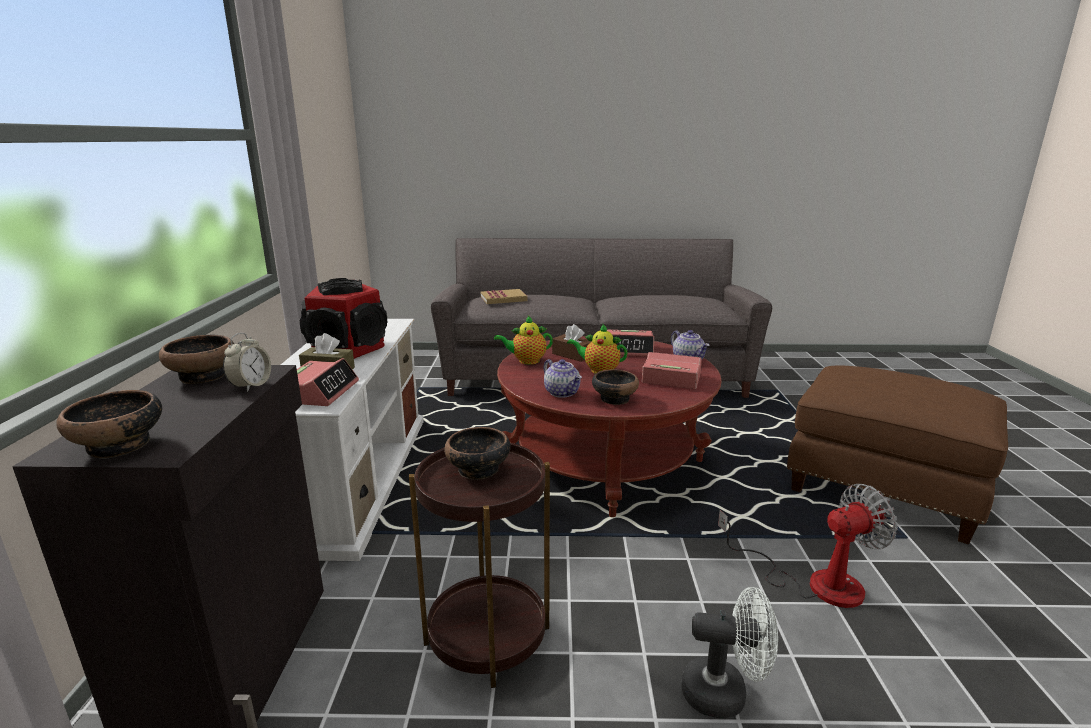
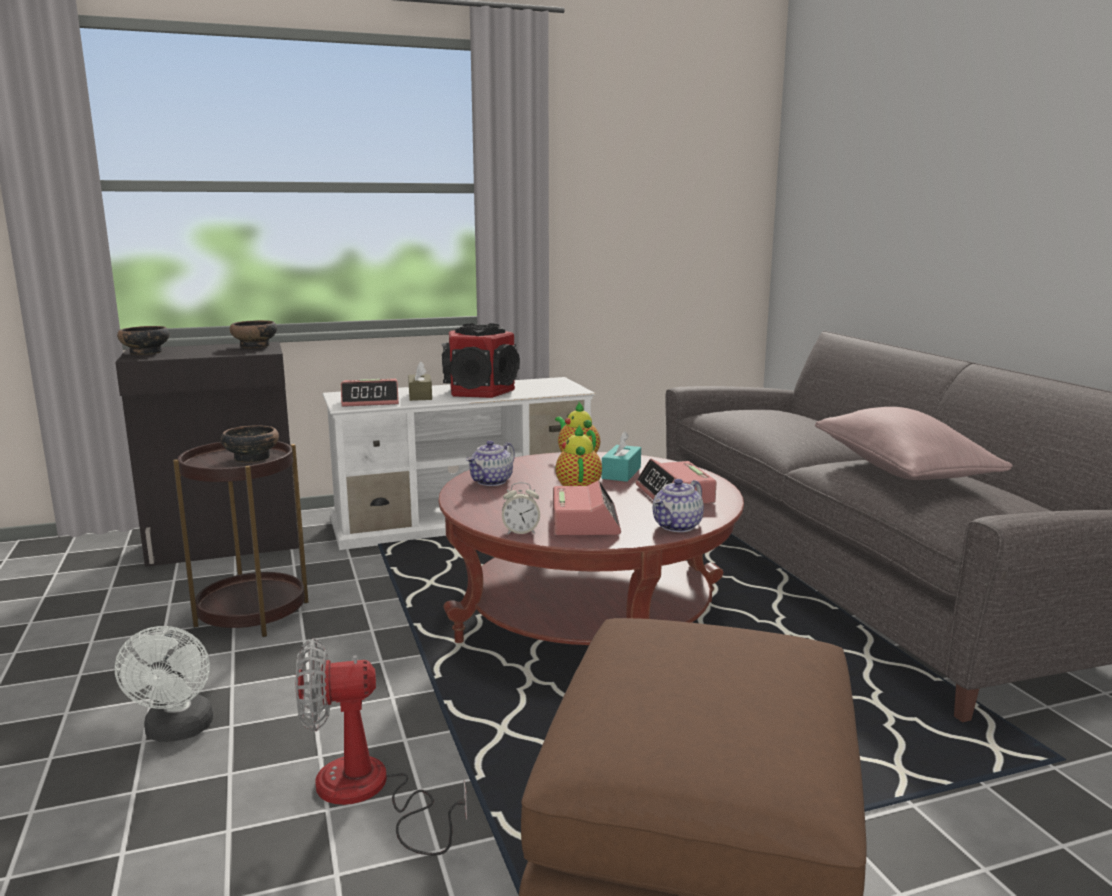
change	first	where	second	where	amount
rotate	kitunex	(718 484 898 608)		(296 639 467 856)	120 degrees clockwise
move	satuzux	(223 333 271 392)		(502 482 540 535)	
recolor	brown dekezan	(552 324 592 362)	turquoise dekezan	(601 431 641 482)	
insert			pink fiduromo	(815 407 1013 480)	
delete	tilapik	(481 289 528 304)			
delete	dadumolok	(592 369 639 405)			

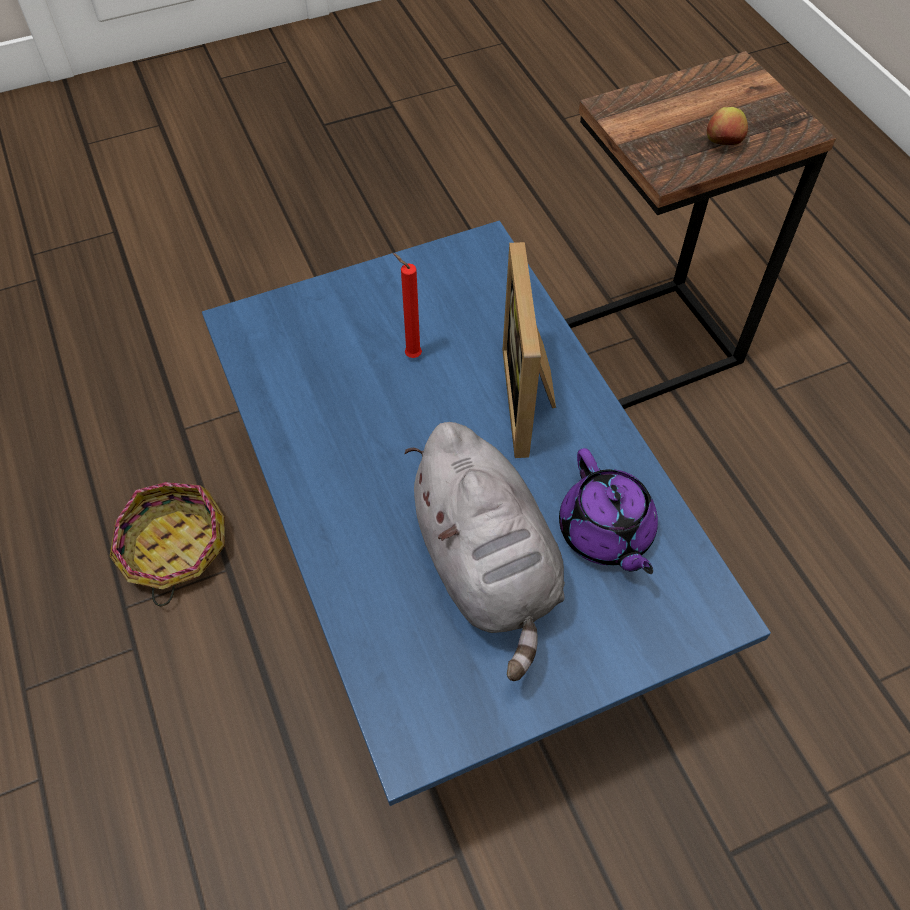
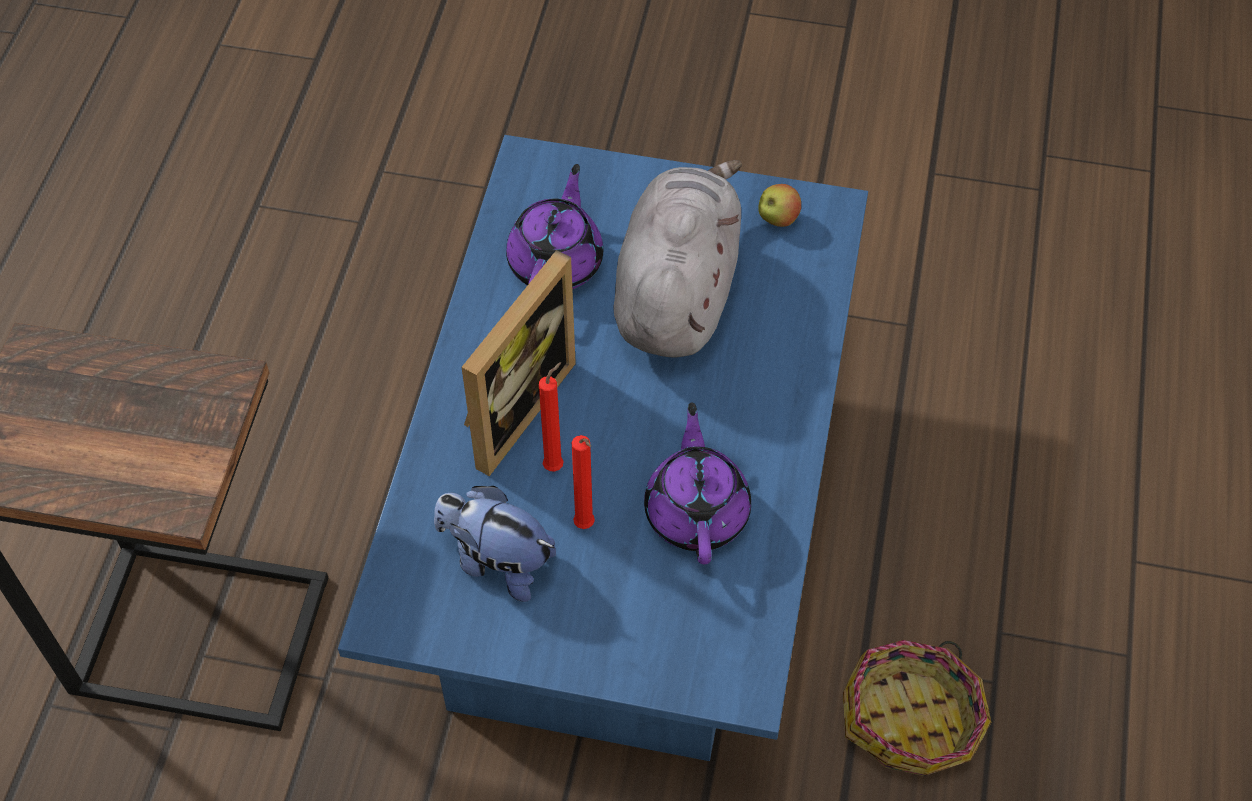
change	first	where	second	where	amount
insert			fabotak	(434 486 556 602)	
insert			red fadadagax	(539 362 564 472)	
insert			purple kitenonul	(644 402 751 564)	
move	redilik	(707 107 748 145)		(758 184 801 227)	

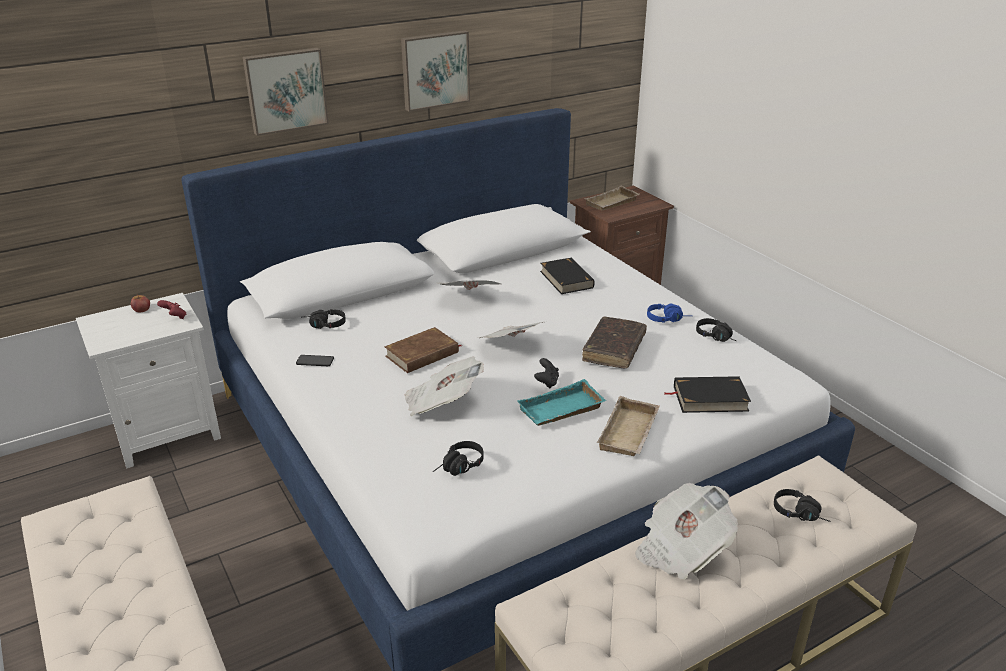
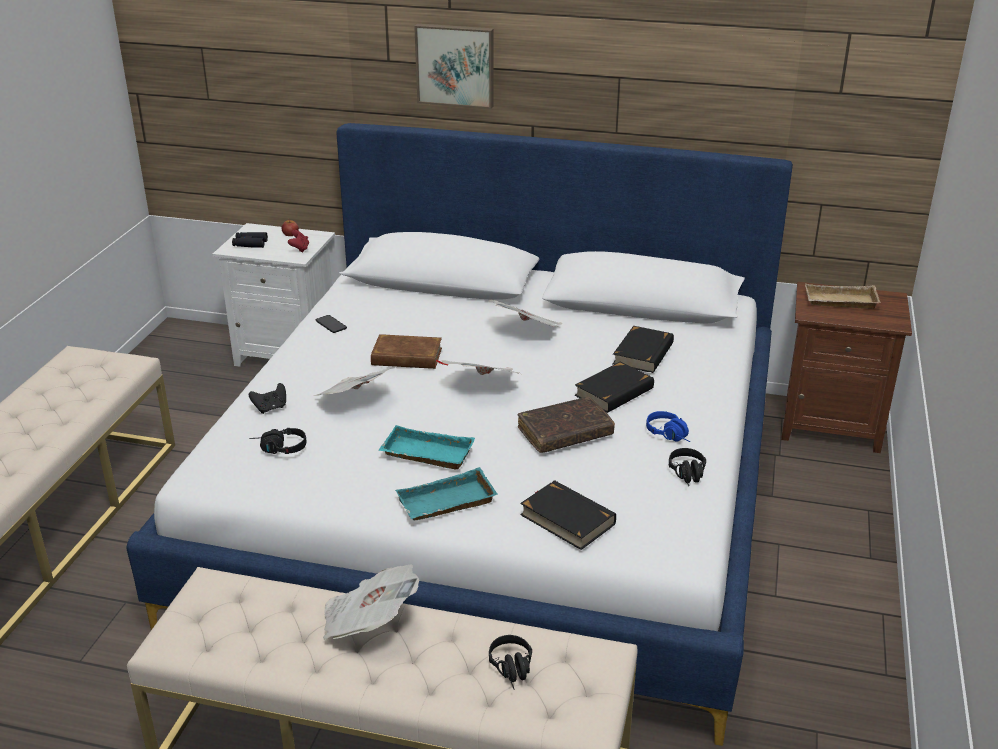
change	first	where	second	where	amount
insert			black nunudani	(232 232 268 248)	
move	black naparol	(534 358 559 388)		(249 383 286 414)	
recolor	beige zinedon	(597 396 660 456)	turquoise zinedon	(395 467 497 521)	
insert			black tilapik	(574 361 654 413)	
delete	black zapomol	(306 309 346 329)			
delete	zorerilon	(401 30 470 112)			

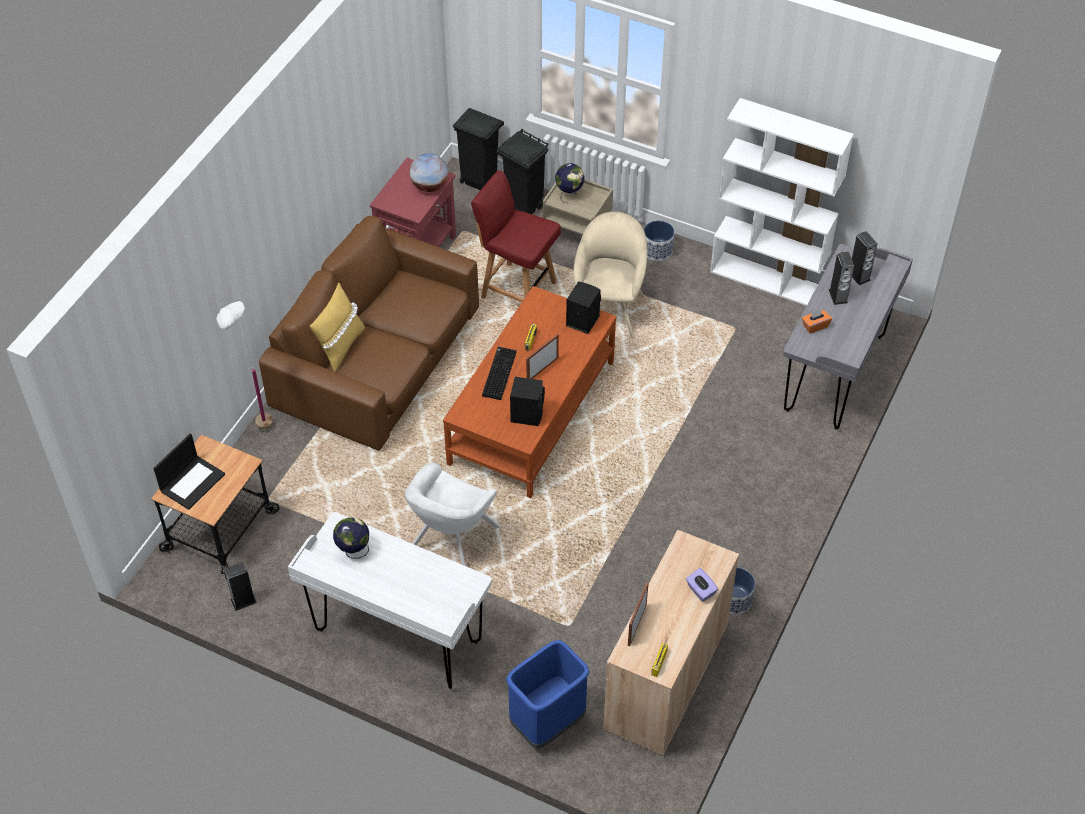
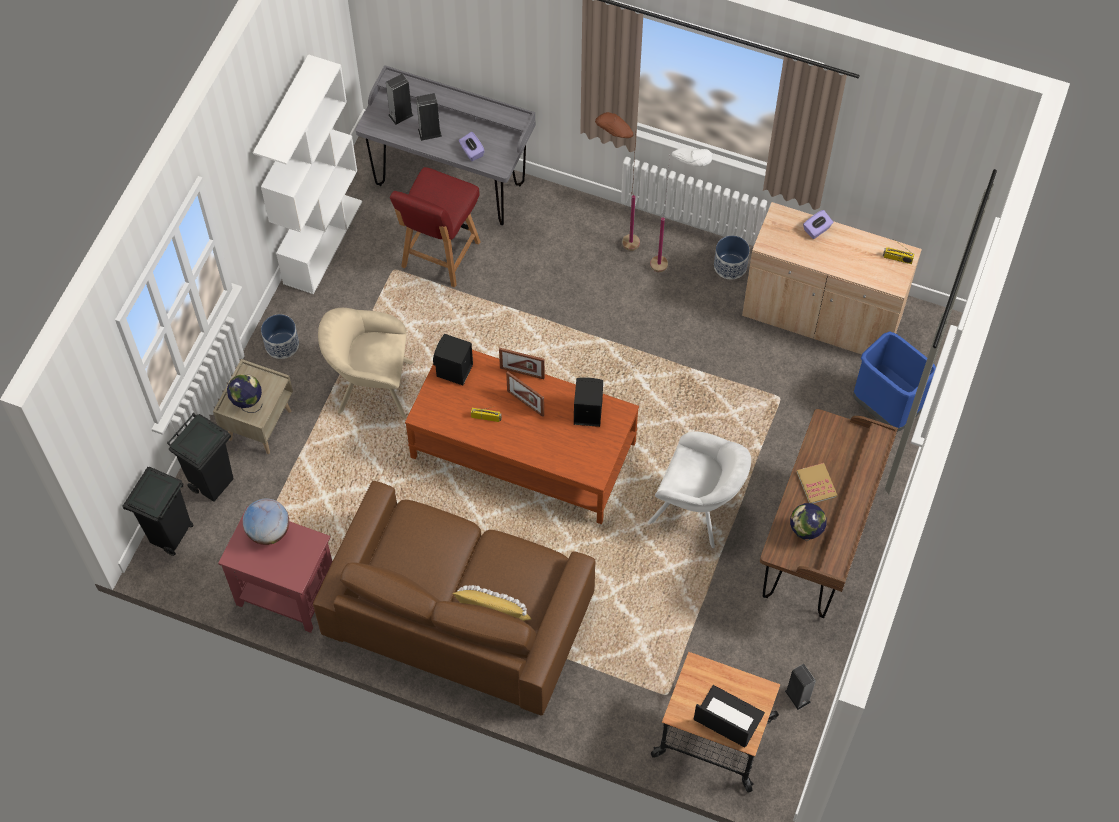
change	first	where	second	where	amount
move	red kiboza	(471 170 561 302)		(390 167 481 288)	
recolor	orange dekezan	(802 309 832 333)	purple dekezan	(459 132 485 161)	
move	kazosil	(628 582 649 646)		(499 348 545 379)	
insert			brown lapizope	(595 112 640 251)	
move	white lapizope	(216 301 273 429)		(650 147 712 272)	
recolor	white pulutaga	(288 512 492 689)	brown pulutaga	(760 409 898 618)	
insert			tilapik	(797 463 838 504)	
delete	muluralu	(482 347 517 400)			

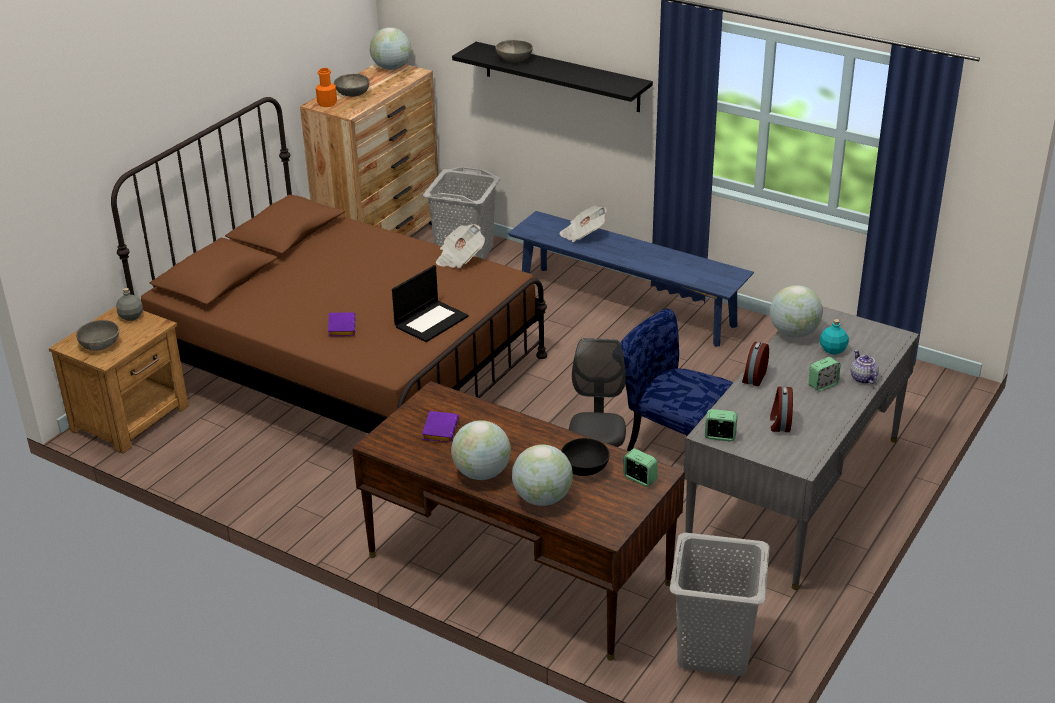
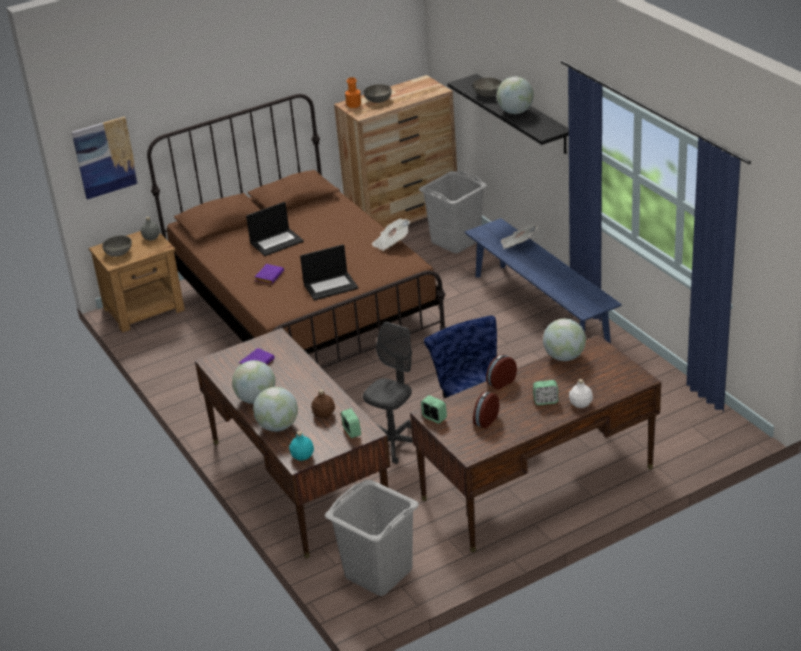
change	first	where	second	where	amount
insert			zorerilon	(72 116 138 199)	
insert			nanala	(246 202 304 256)	
move	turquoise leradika	(820 319 849 354)		(289 431 314 461)	
replace	black dadumolok	(561 438 610 476)	brown leradika	(311 389 335 418)	
recolor	grey pulutaga	(684 306 919 590)	brown pulutaga	(410 335 661 552)	
move	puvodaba	(370 27 411 70)		(497 77 534 114)	
replace	kitenonul	(850 350 879 384)	white leradika	(569 379 593 408)	

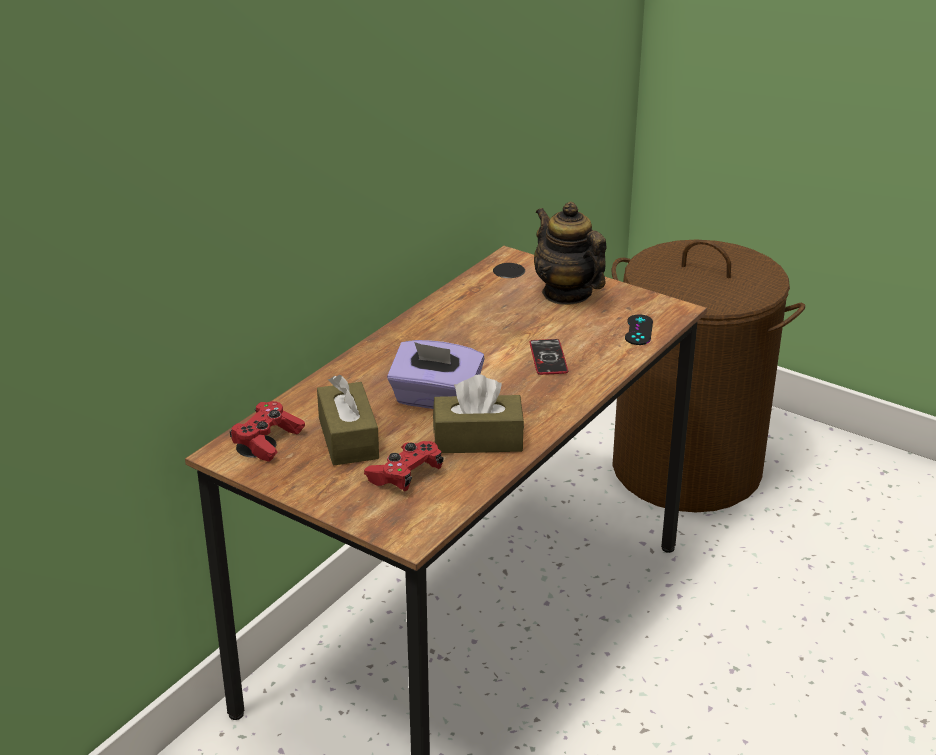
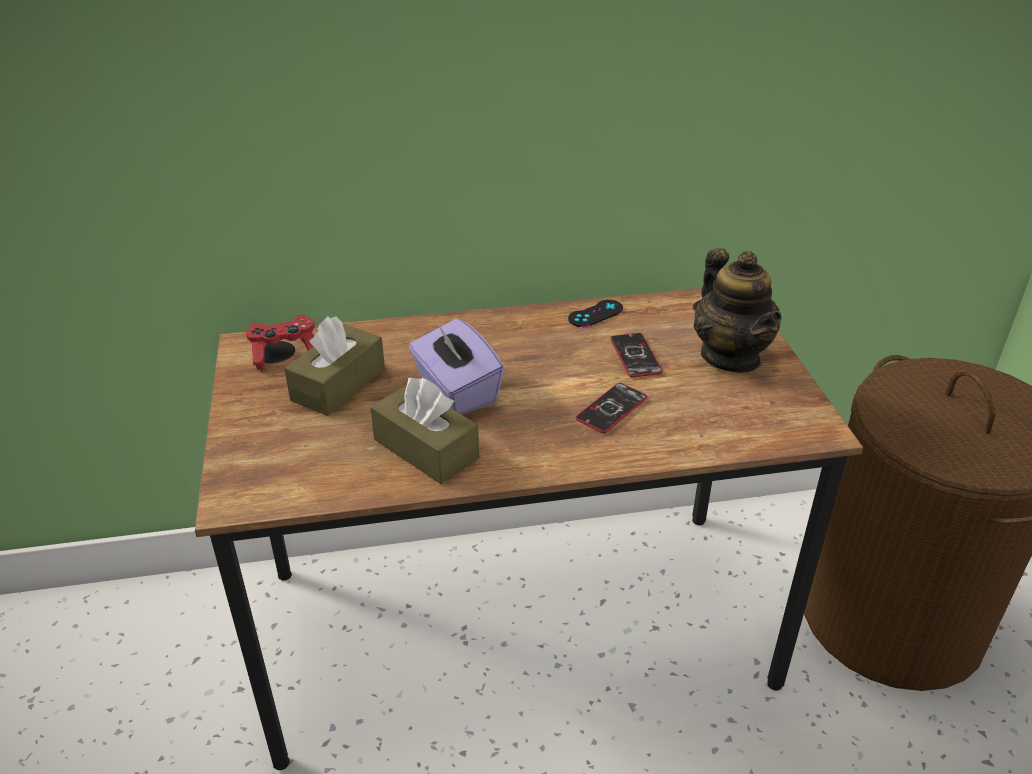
change	first	where	second	where	amount
move	black naparol	(625 314 653 345)		(568 300 623 327)	
insert			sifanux	(610 333 662 377)	
rotate	kitenonul	(534 202 607 305)		(694 248 782 373)	150 degrees clockwise
delete	red naparol	(364 441 443 492)			

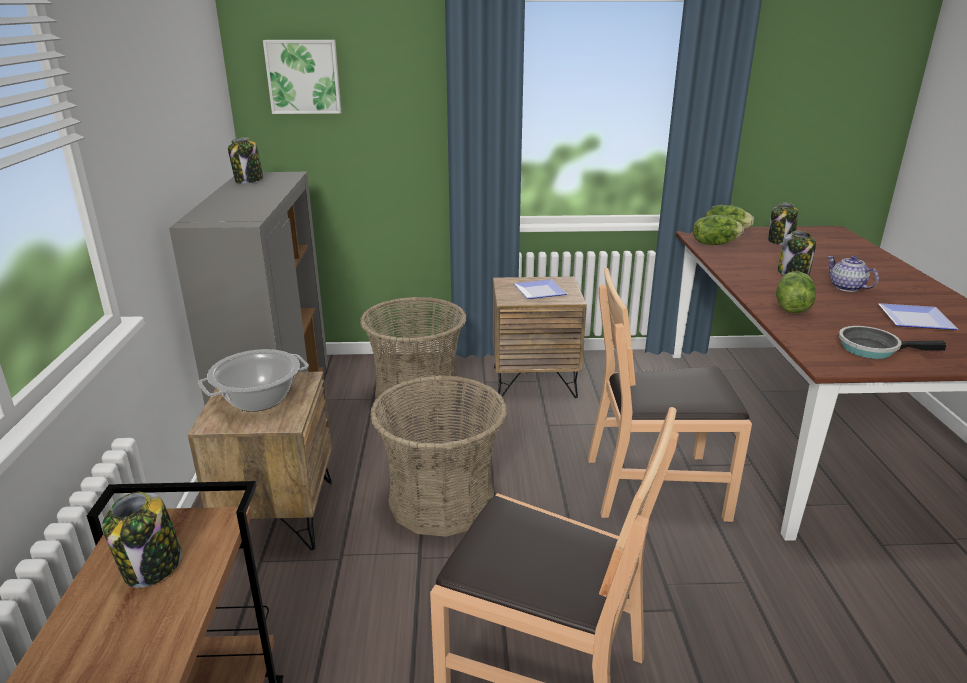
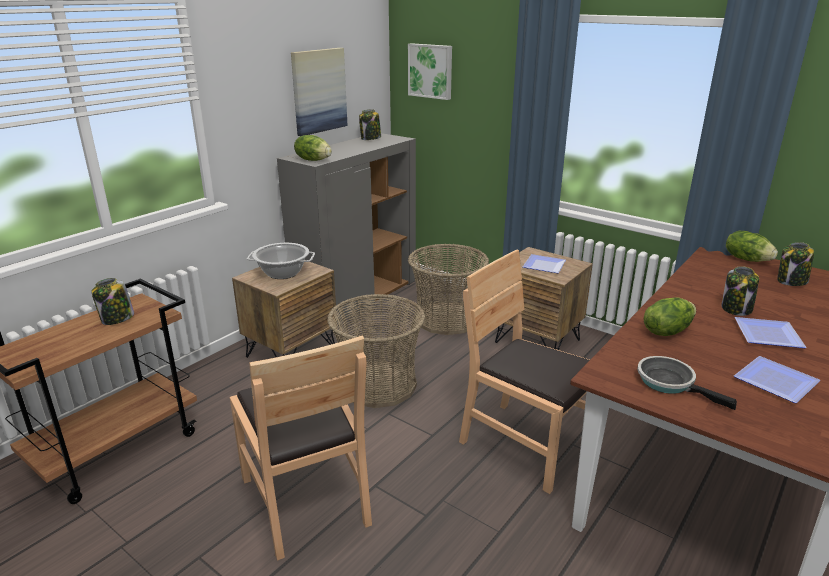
change	first	where	second	where	amount
insert			zorerilon	(291 48 347 136)	
move	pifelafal	(693 215 744 245)		(294 135 332 161)	
replace	kitenonul	(827 256 879 292)	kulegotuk	(735 317 807 348)	

